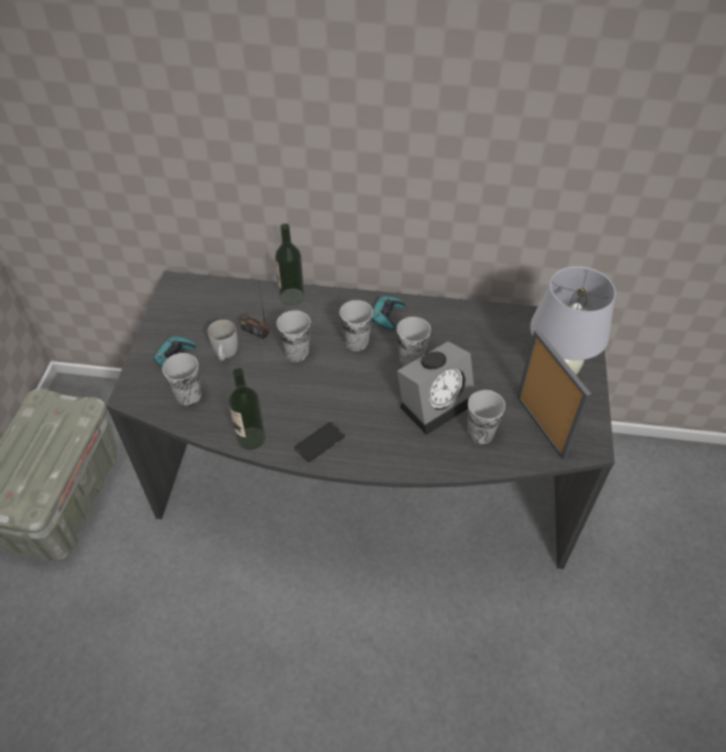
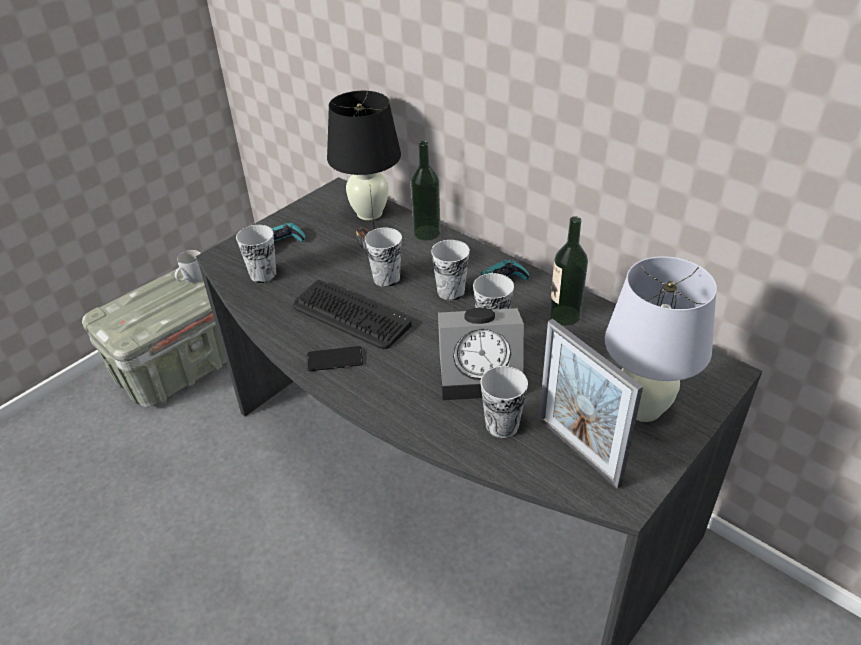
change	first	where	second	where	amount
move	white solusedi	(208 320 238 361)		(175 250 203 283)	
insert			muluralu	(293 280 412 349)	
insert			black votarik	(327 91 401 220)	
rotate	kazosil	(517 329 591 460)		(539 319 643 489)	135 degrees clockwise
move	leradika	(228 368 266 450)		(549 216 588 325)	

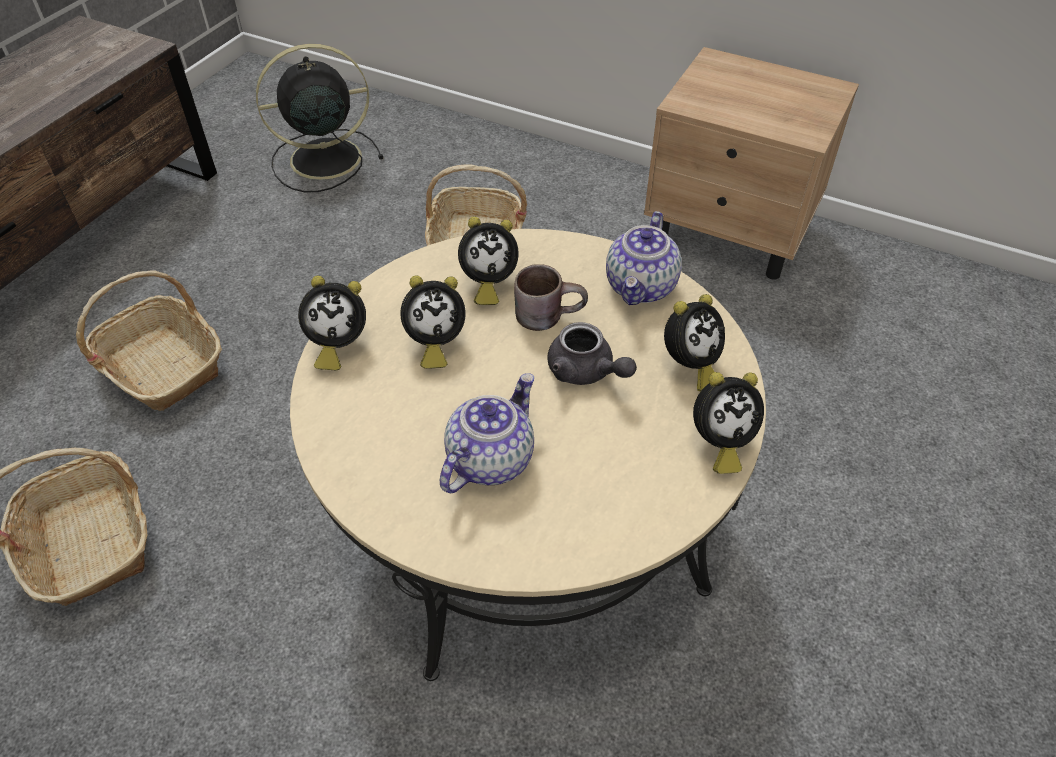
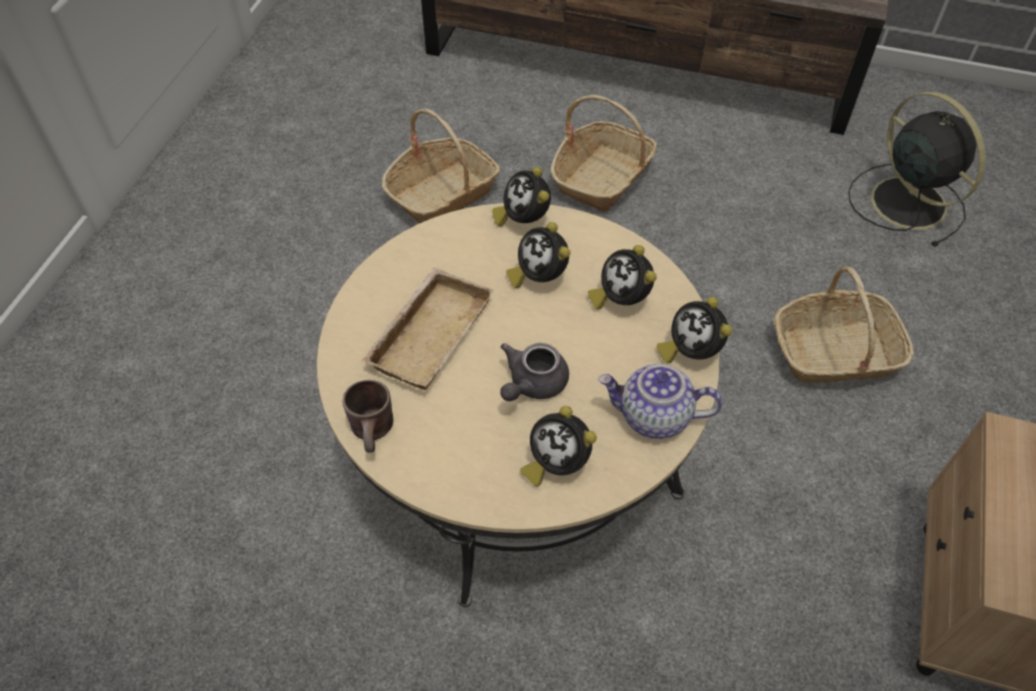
change	first	where	second	where	amount
move	brown solusedi	(514 264 588 331)		(342 380 393 453)	
replace	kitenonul	(440 373 534 493)	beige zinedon	(362 268 494 390)	
move	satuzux	(693 372 764 474)		(657 297 733 363)	

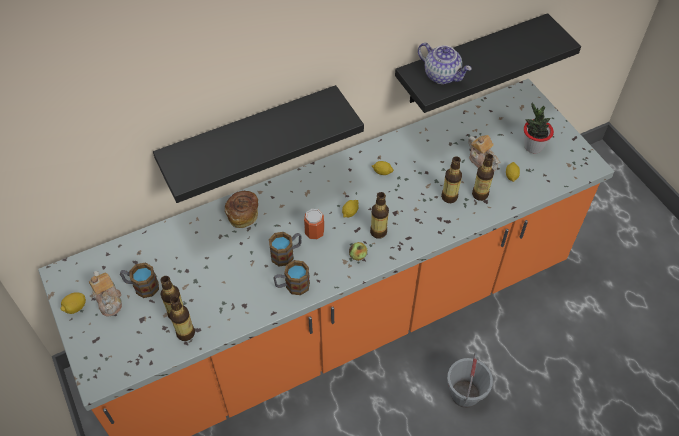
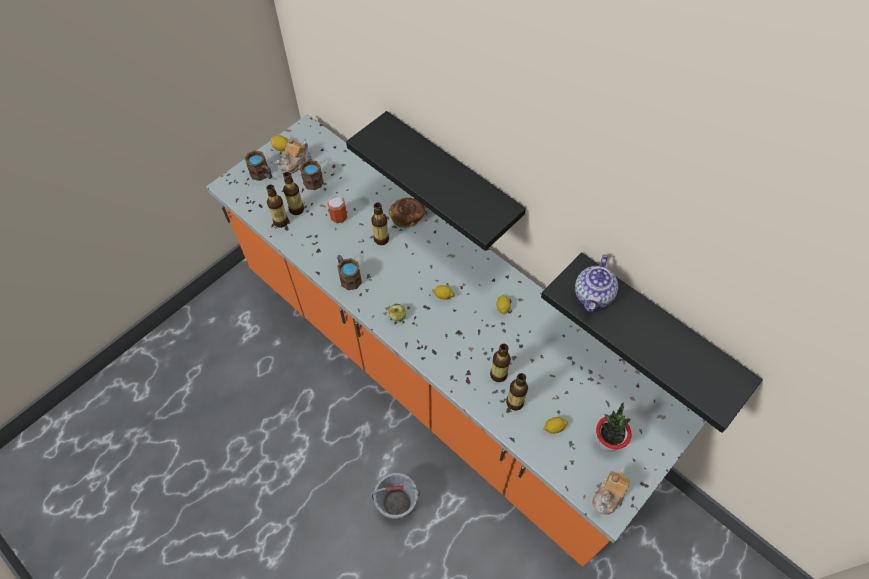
change	first	where	second	where	amount
move	solusedi	(269 232 302 266)		(245 150 272 181)	
move	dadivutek	(304 209 324 240)		(327 195 348 224)	
move	leradika	(370 192 389 239)		(371 203 389 245)	
move	kitenonul	(468 135 501 171)		(592 467 630 515)	

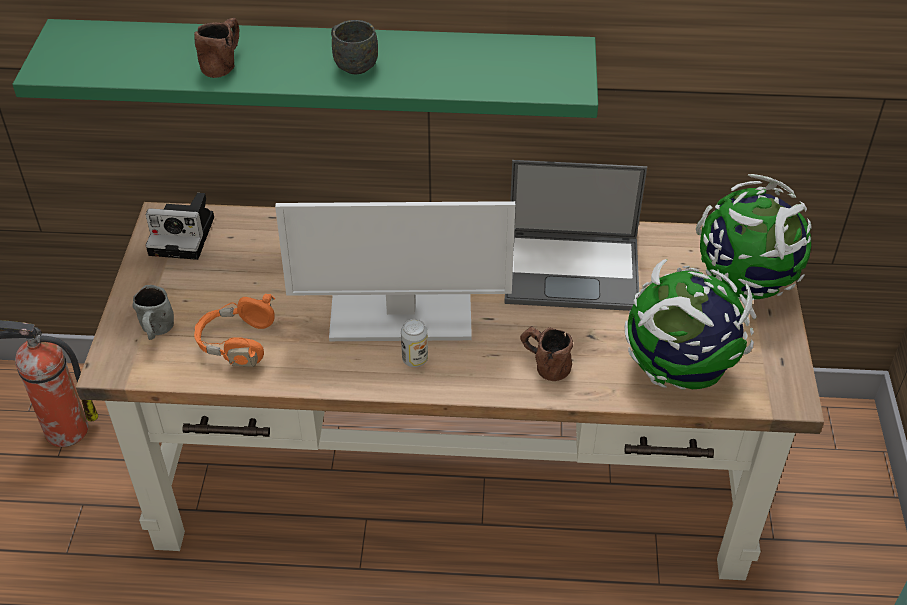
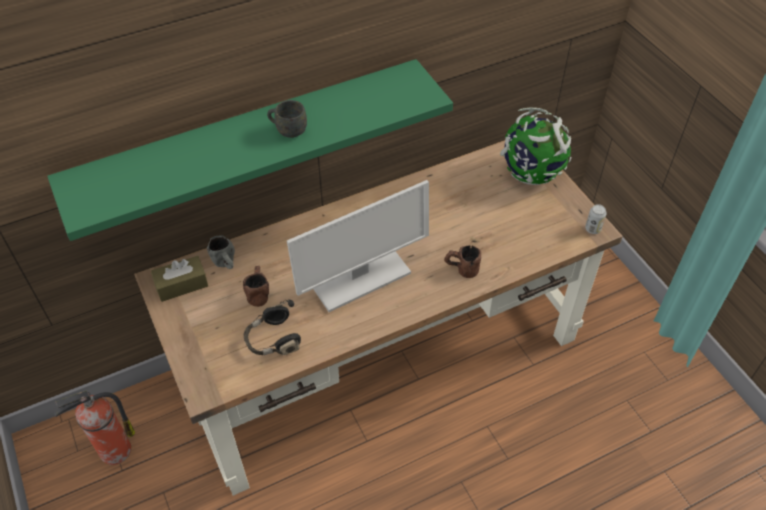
change	first	where	second	where	amount
replace	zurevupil	(145 193 214 260)	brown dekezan	(151 256 208 302)	
move	grey solusedi	(132 285 174 340)		(207 235 235 269)	
move	brown solusedi	(194 18 239 78)		(243 266 269 307)	
recolor	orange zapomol	(194 294 275 367)	black zapomol	(244 299 301 355)	
move	dadivutek	(401 319 428 367)		(585 204 607 234)	
delete	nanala	(504 160 647 311)			
delete	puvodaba	(625 259 757 390)			

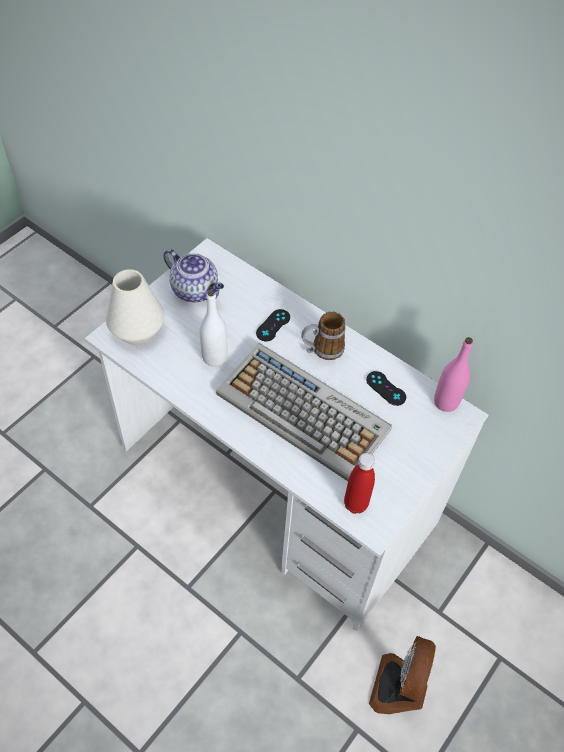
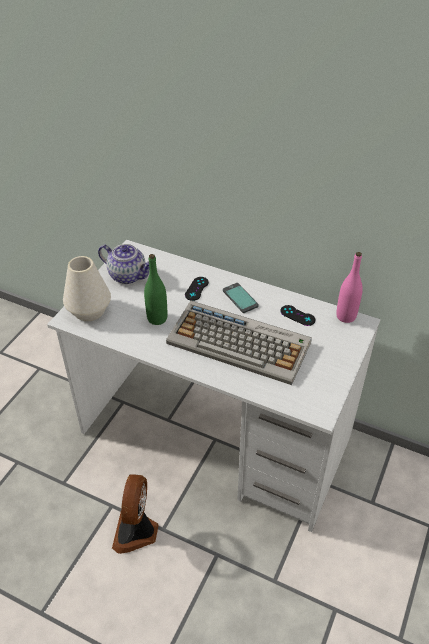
change	first	where	second	where	amount
move	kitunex	(369 636 436 714)		(112 474 159 554)	
recolor	white leradika	(200 290 227 367)	green leradika	(144 254 167 325)	
replace	solusedi	(301 312 345 360)	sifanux	(223 283 259 313)	
delete	red leradika	(344 453 375 514)			

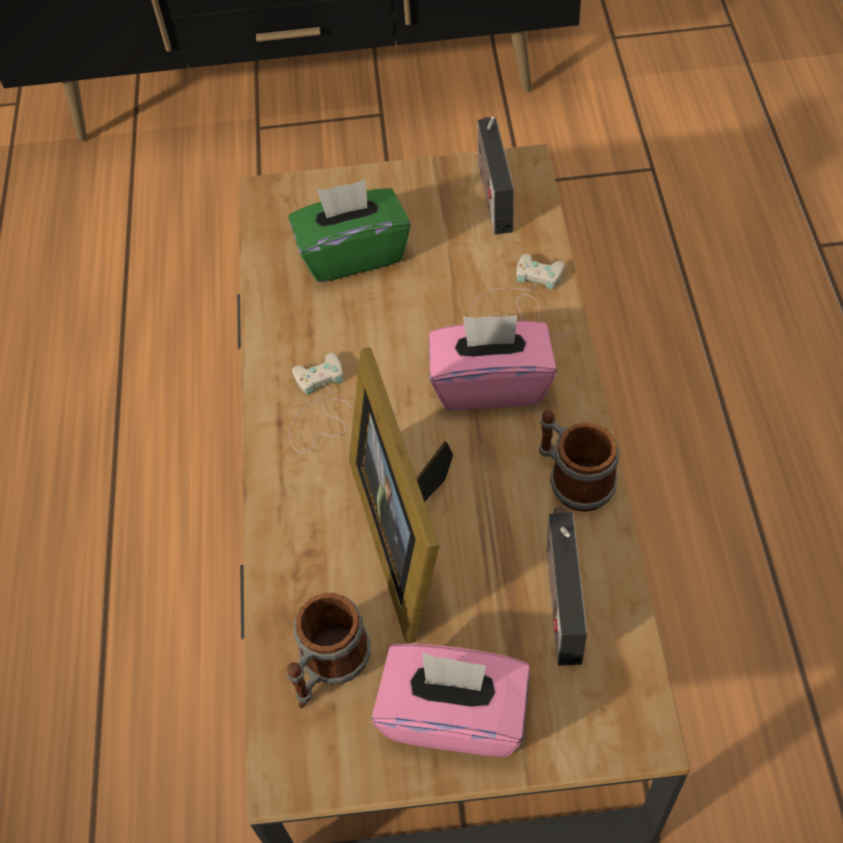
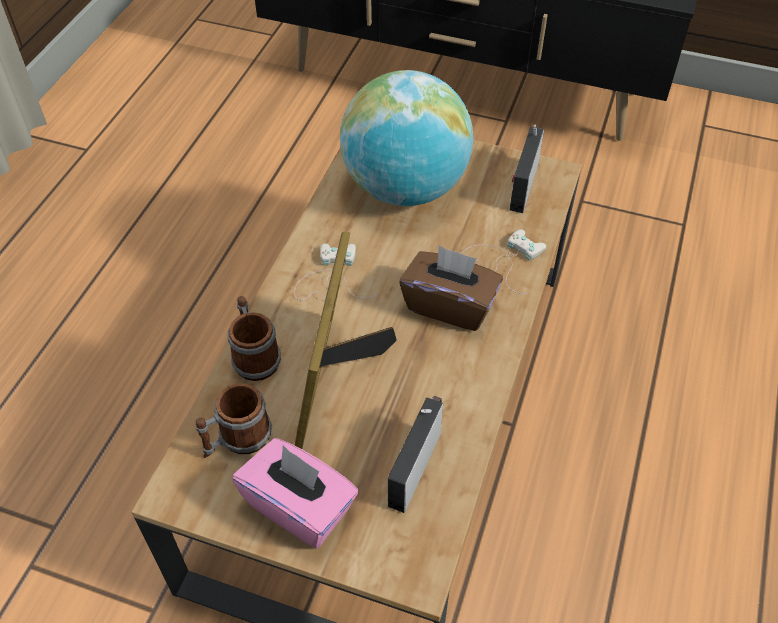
change	first	where	second	where	amount
move	solusedi	(539 409 620 512)		(228 296 281 381)	
replace	green dekezan	(289 180 411 282)	puvodaba	(340 70 473 206)	
recolor	pink dekezan	(429 315 557 410)	brown dekezan	(399 245 503 331)	

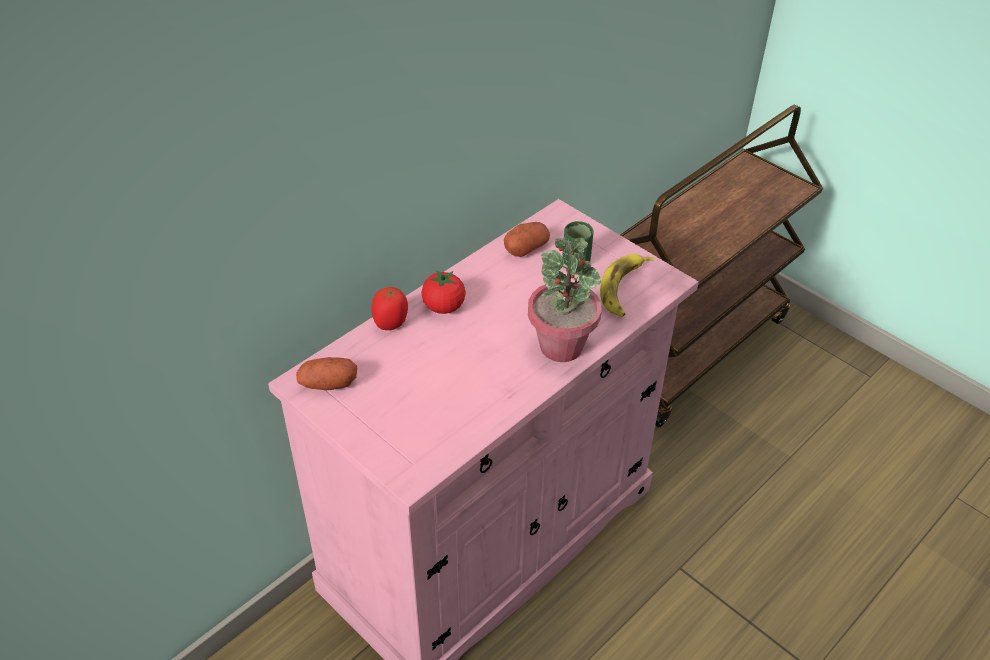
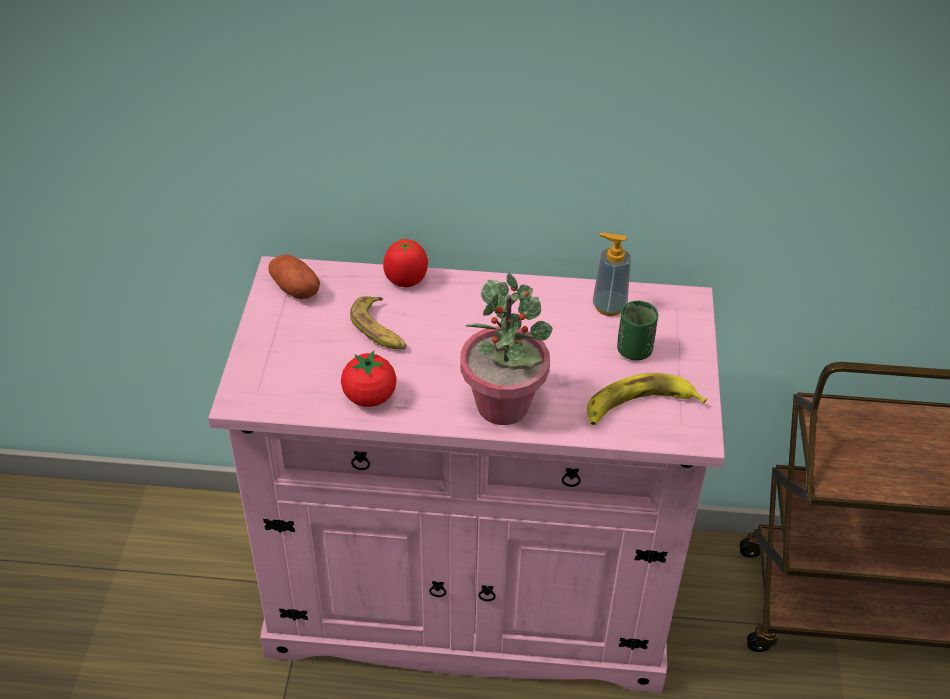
change	first	where	second	where	amount
move	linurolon	(421 270 466 314)		(341 351 397 407)	
insert			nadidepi	(350 296 407 350)	
replace	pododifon	(504 222 550 257)	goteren	(593 233 631 316)	

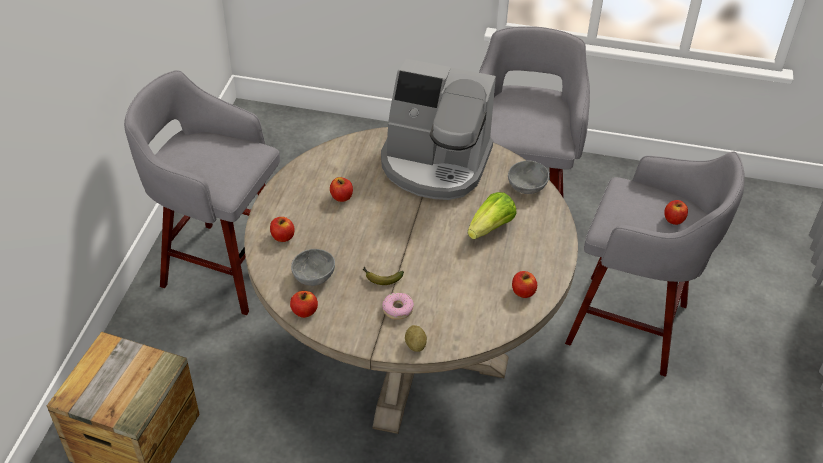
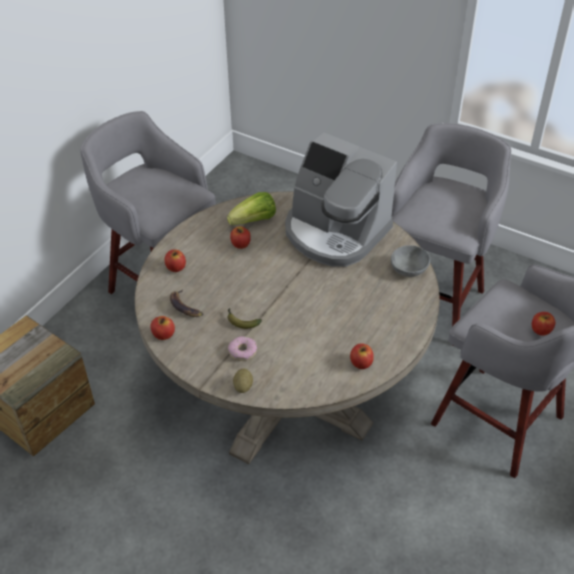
change	first	where	second	where	amount
replace	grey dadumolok	(291 249 335 286)	nadidepi	(170 289 203 317)	
move	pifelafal	(468 192 517 240)		(227 192 276 225)	

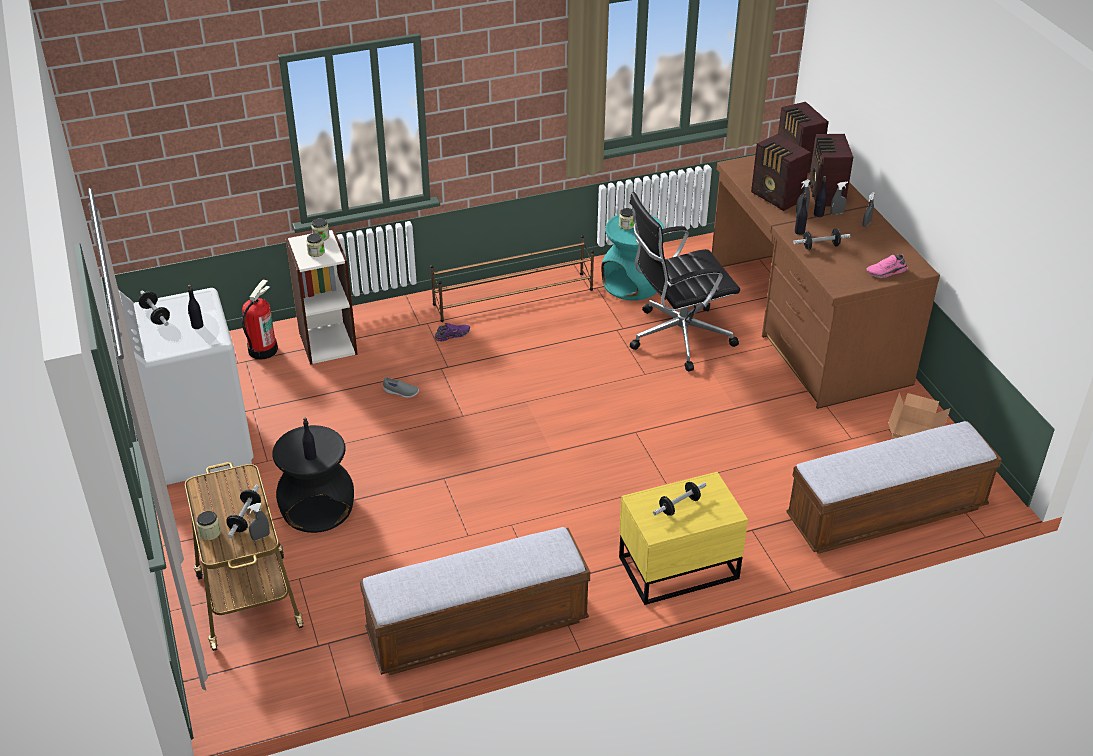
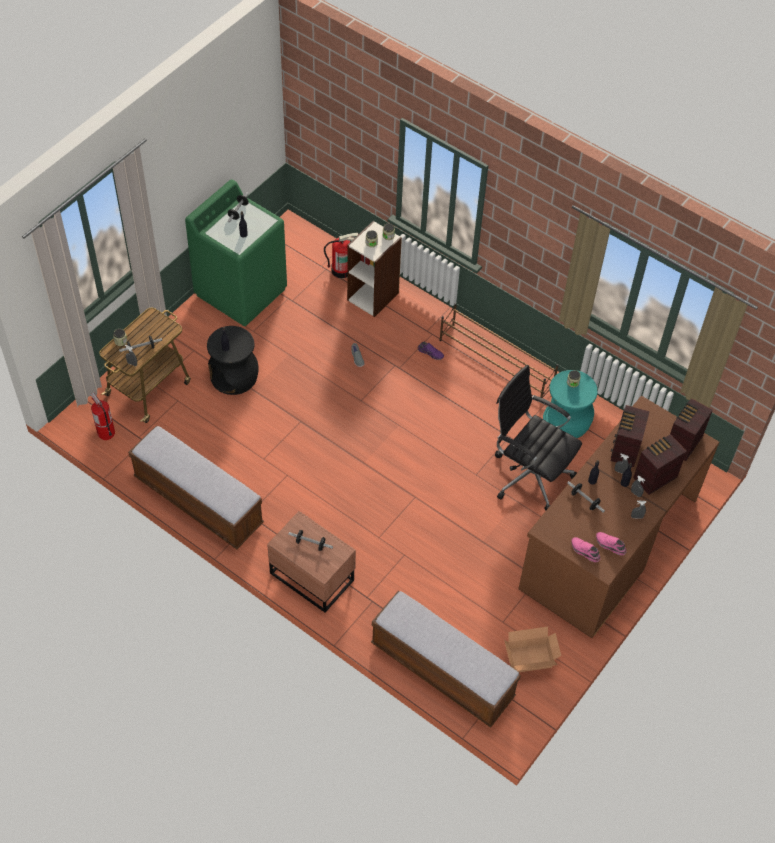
change	first	where	second	where	amount
insert			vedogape	(91 393 115 440)	
recolor	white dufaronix	(106 288 253 485)	green dufaronix	(185 179 287 326)	
recolor	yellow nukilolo	(619 472 748 605)	brown nukilolo	(267 511 356 613)	
insert			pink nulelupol	(596 532 626 555)	

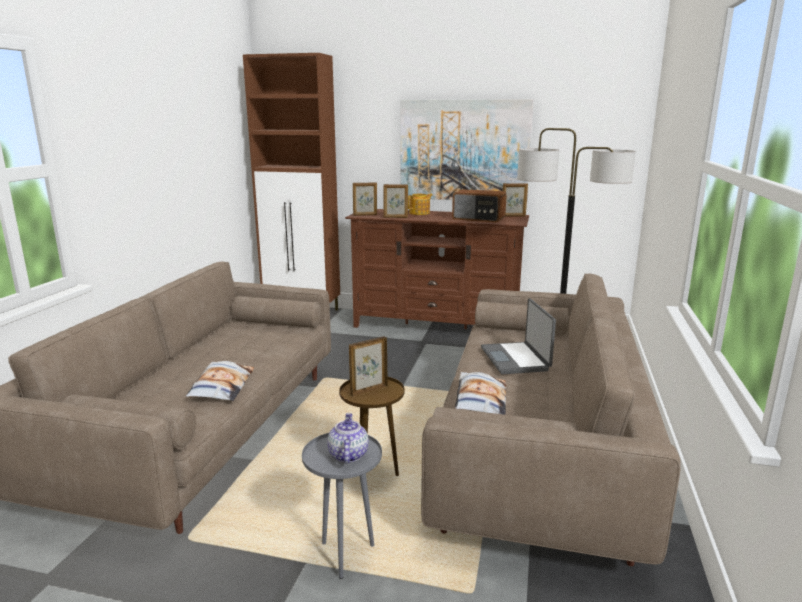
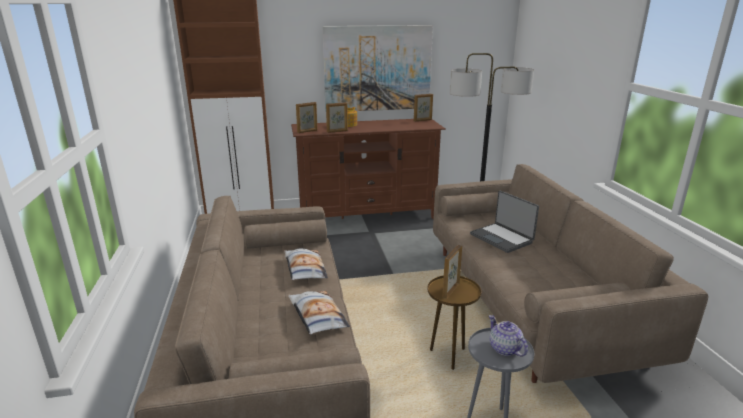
change	first	where	second	where	amount
move	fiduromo	(455 372 506 415)		(284 248 328 280)	
delete	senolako	(452 189 507 222)			

